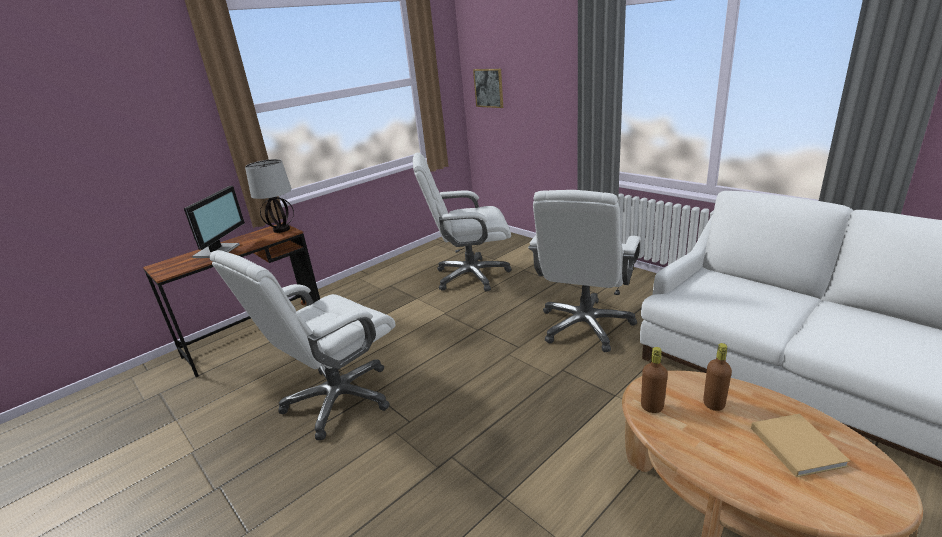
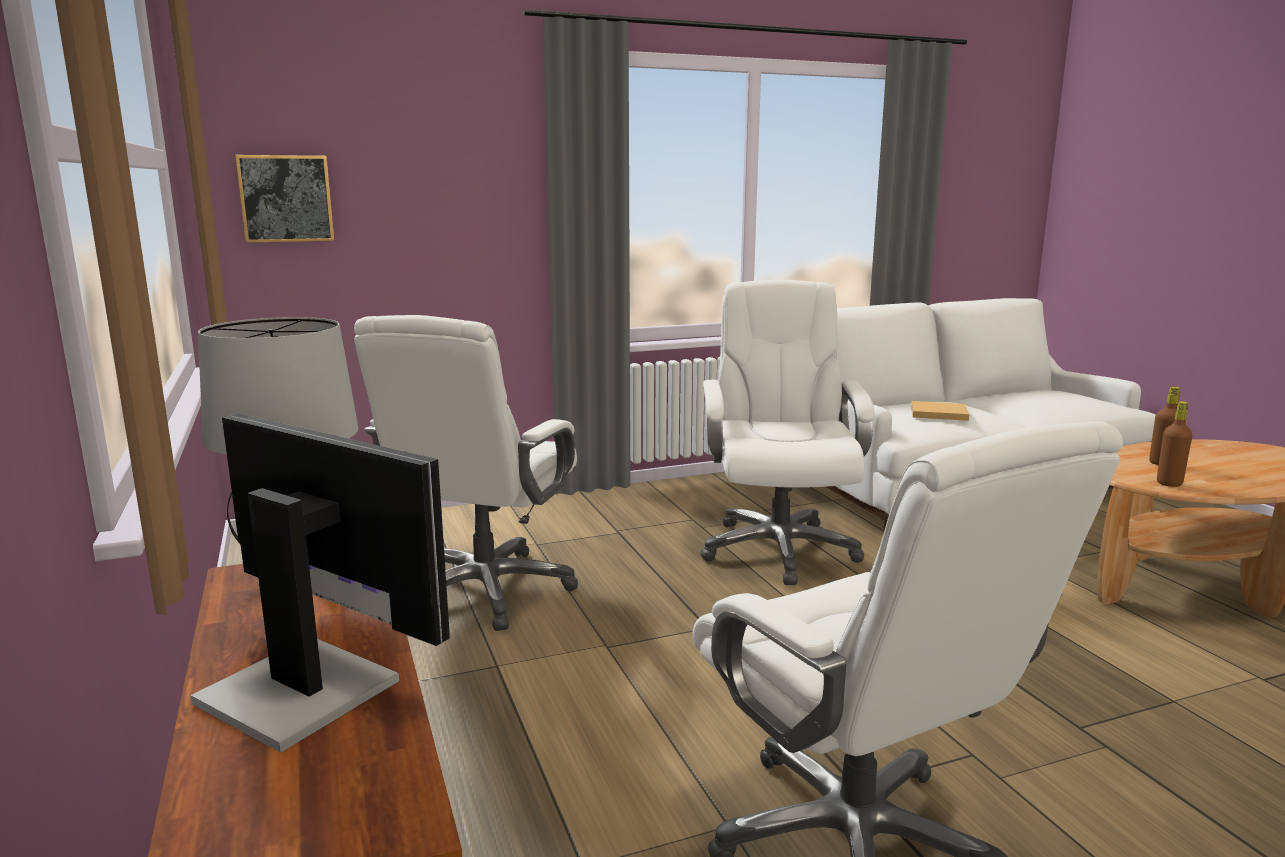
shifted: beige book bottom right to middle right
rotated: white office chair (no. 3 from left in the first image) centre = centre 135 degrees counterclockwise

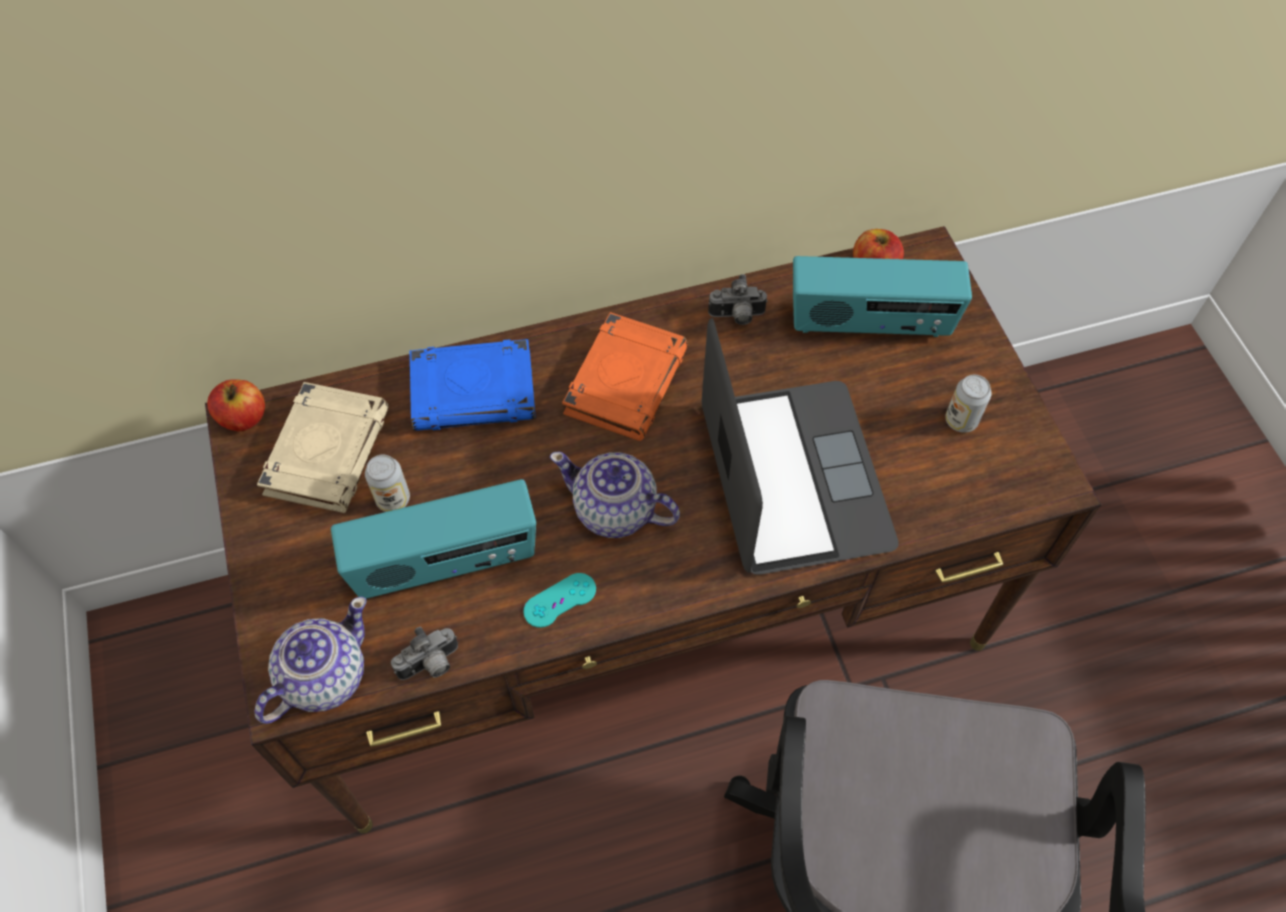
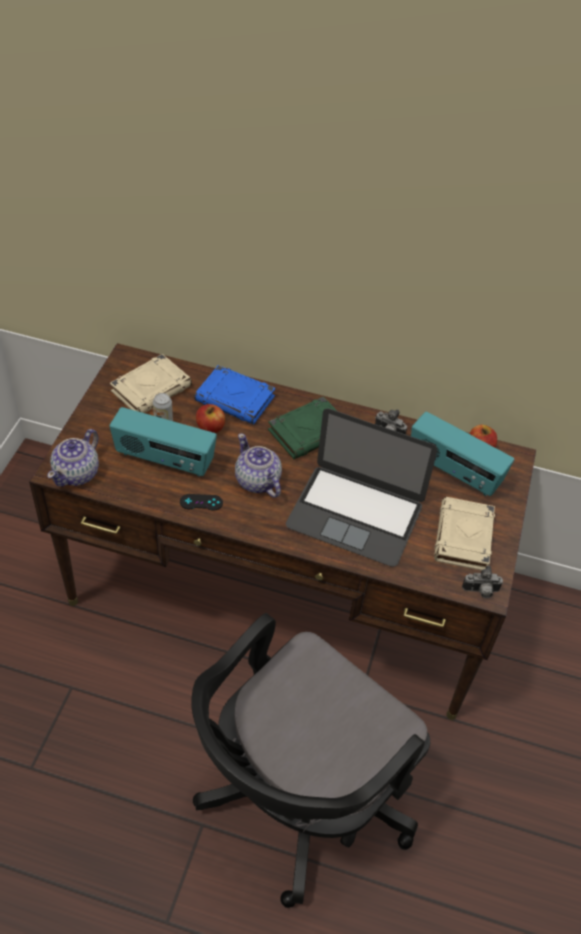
shifted: apple (no. 1 from left) middle left to centre; photo camera (no. 1 from left in the first image) bottom left to photo camera (no. 2 from left) middle right
swapped: can (no. 2 from left) middle right to beige book (no. 2 from left) middle right
repainted: turquoise game controller centre to black game controller centre; orange book centre to green book centre
rotated: teapot (no. 1 from left) bottom left = middle left 135 degrees clockwise; laptop centre = centre 90 degrees clockwise

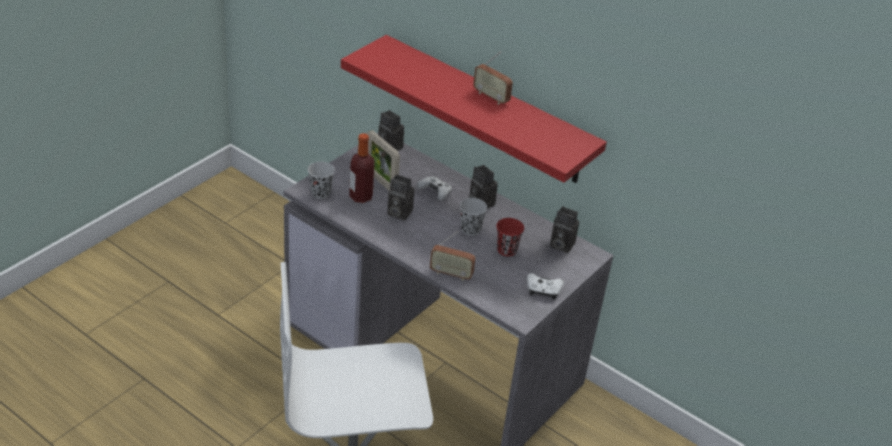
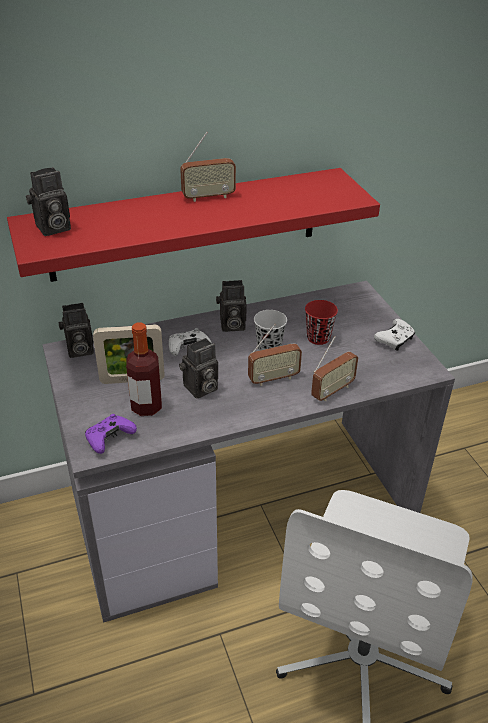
new: radio (no. 2 from left) centre
shifted: photo camera (no. 4 from left in the first image) centre to photo camera (no. 1 from left) top left
swapped: black cup (no. 1 from left) centre to purple game controller middle left

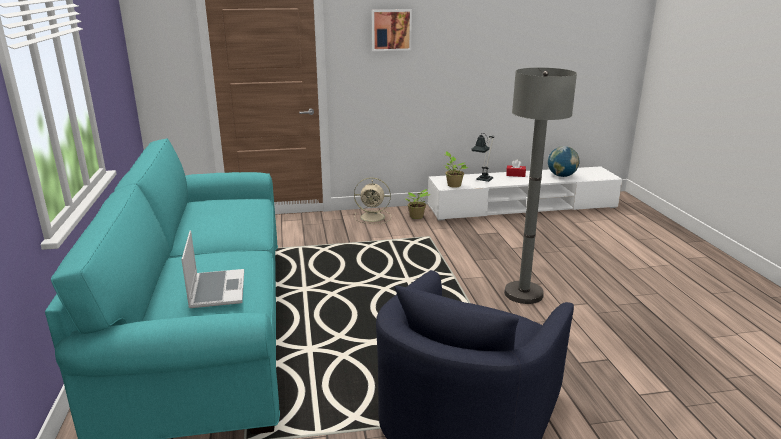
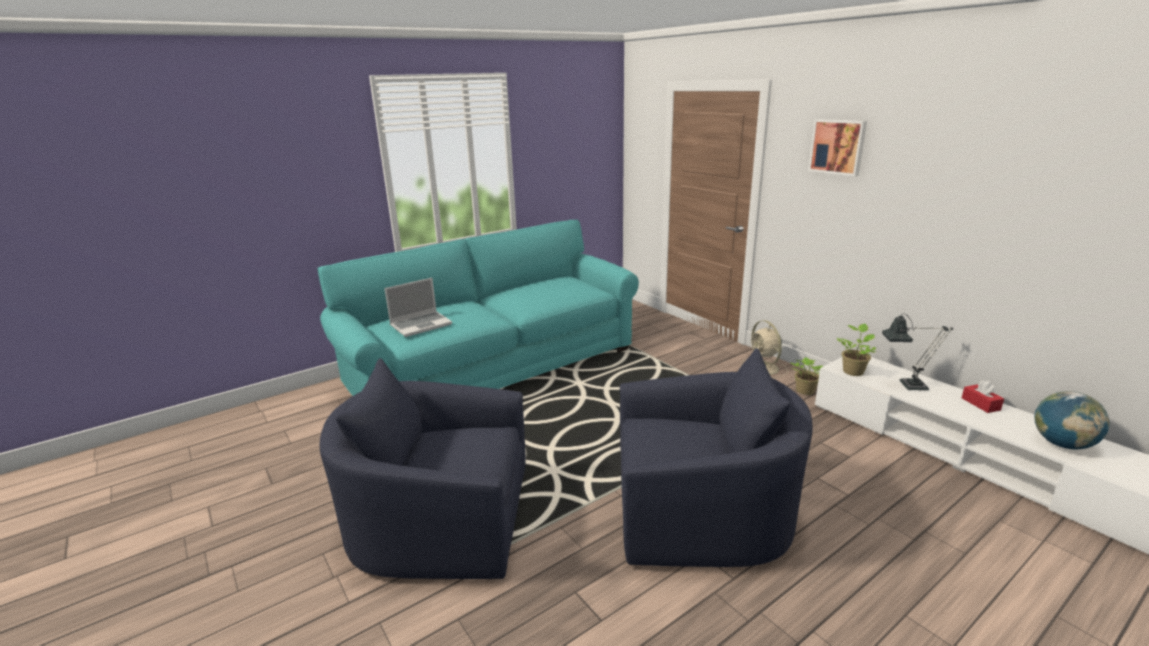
swapped: grey floor lamp middle right to blue armchair (no. 2 from left) bottom centre

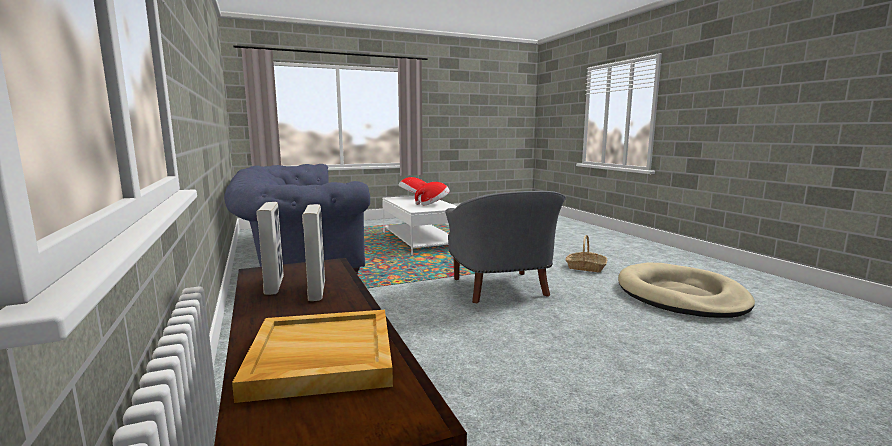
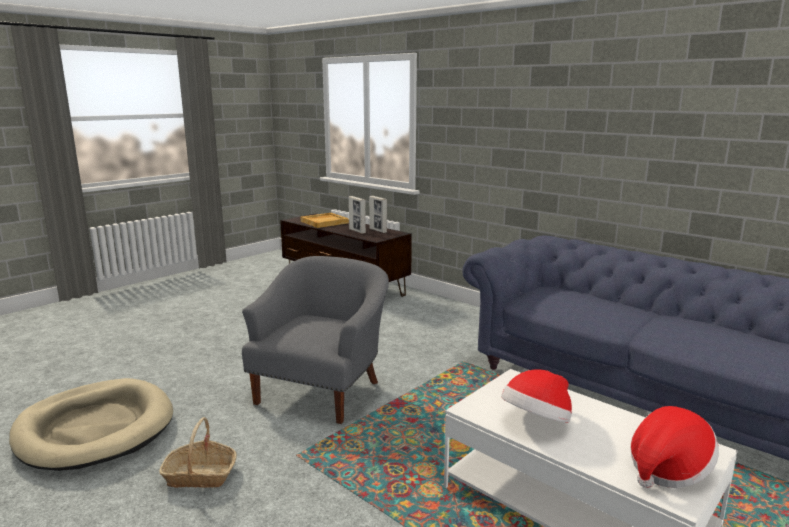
rotated: grey armchair centre = centre 60 degrees clockwise

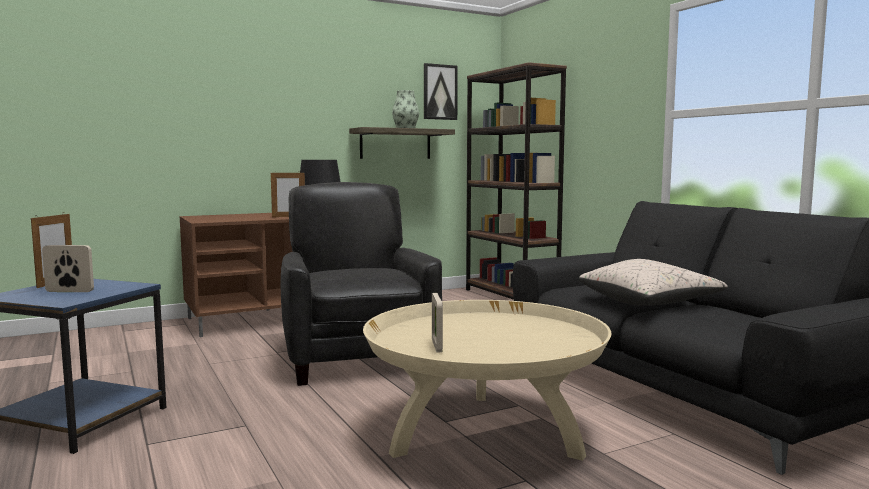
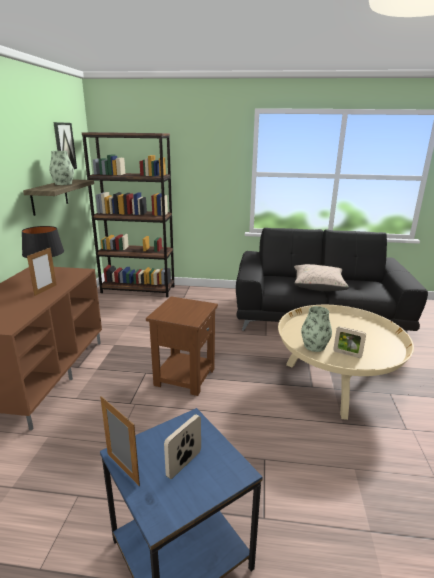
new: vase (no. 2 from left) middle right
swapped: black armchair centre to brown side table centre

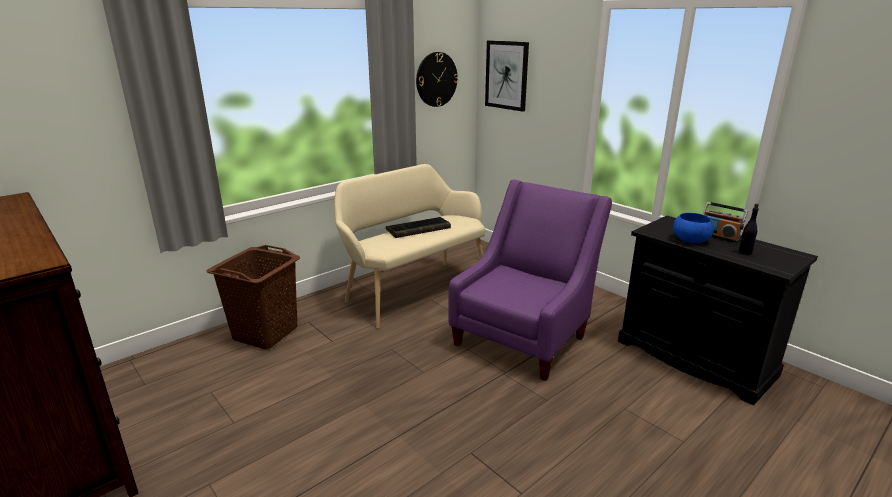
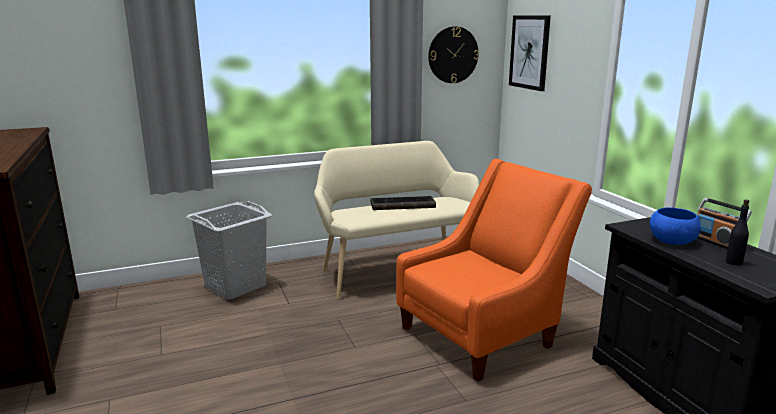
repainted: brown laundry basket middle left to grey laundry basket middle left; purple armchair centre to orange armchair centre

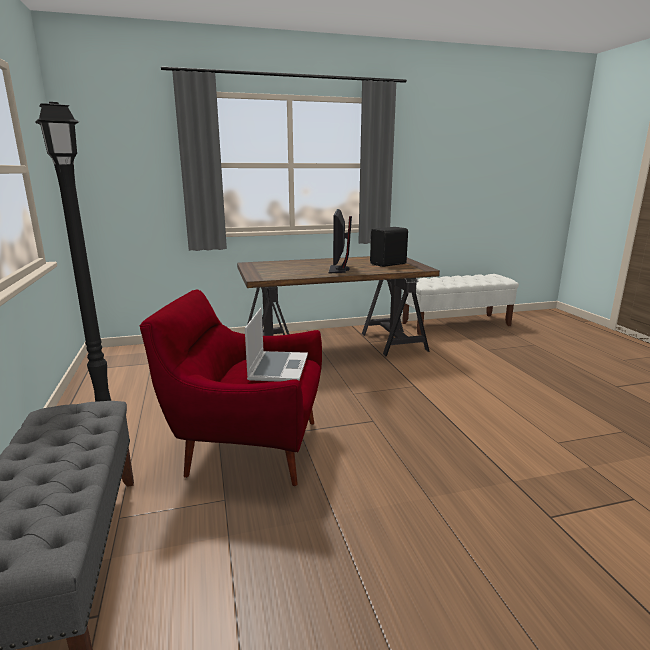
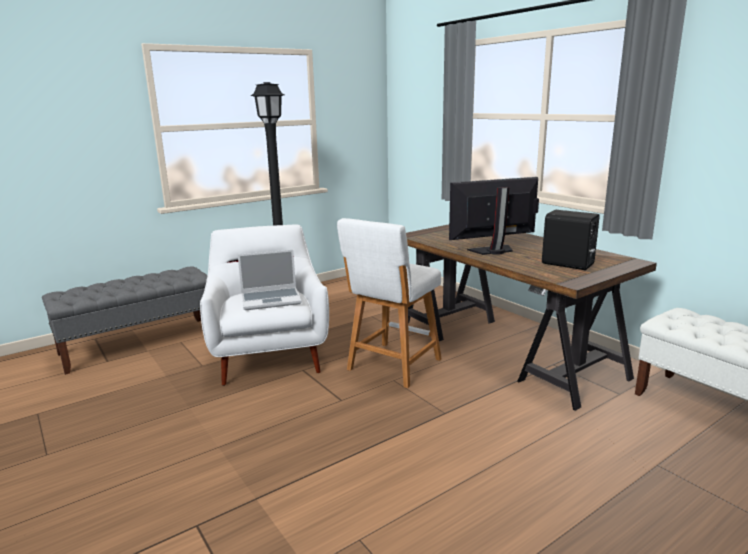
new: white stool centre
repainted: red armchair centre to white armchair centre

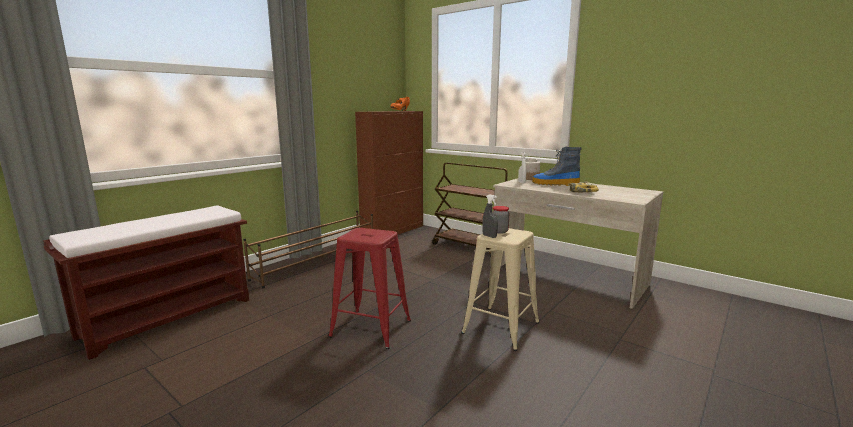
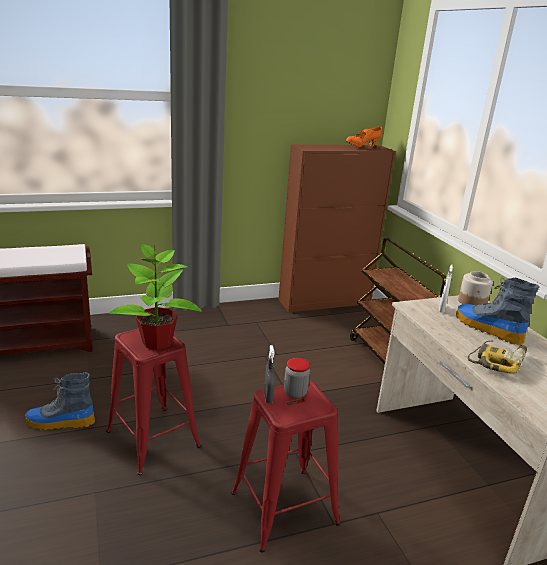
gone: brown shoe rack centre
new: boot (no. 1 from left) bottom left; potted plant middle left
repainted: beige stool bottom centre to red stool (no. 2 from left) bottom centre

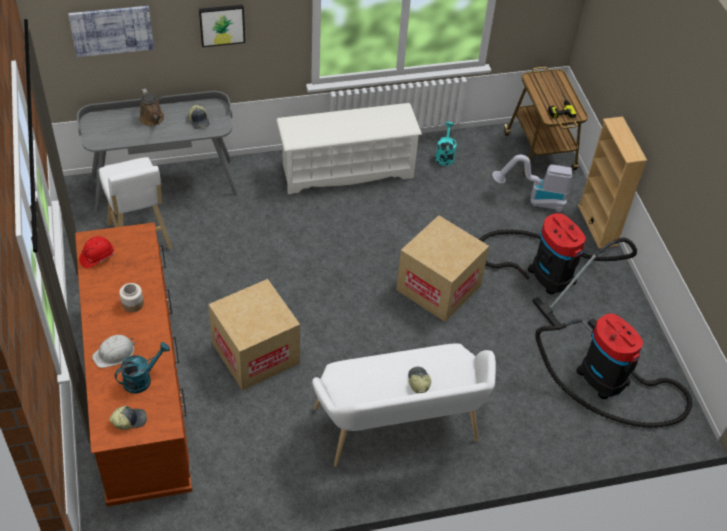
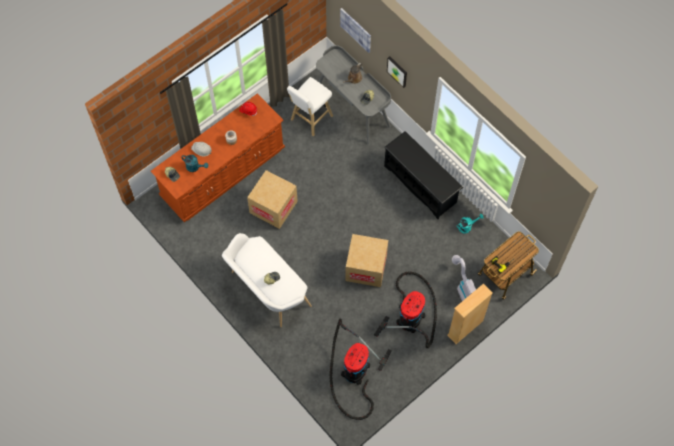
repainted: white shoe rack top centre to black shoe rack centre

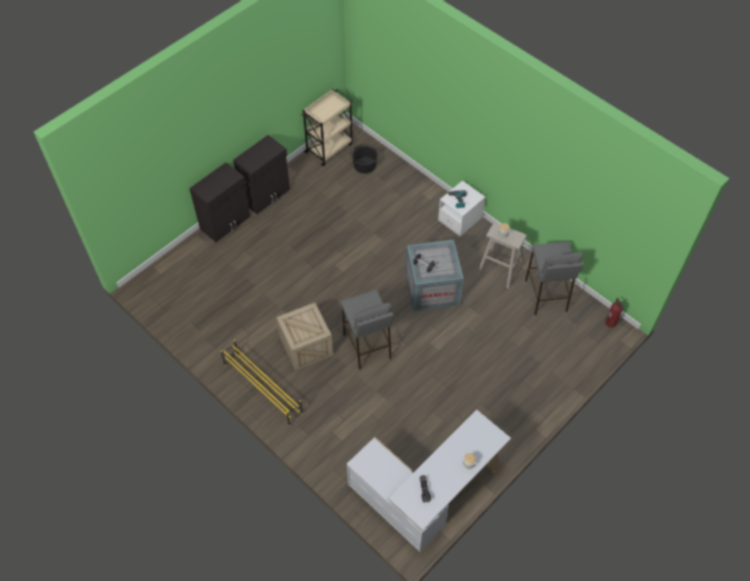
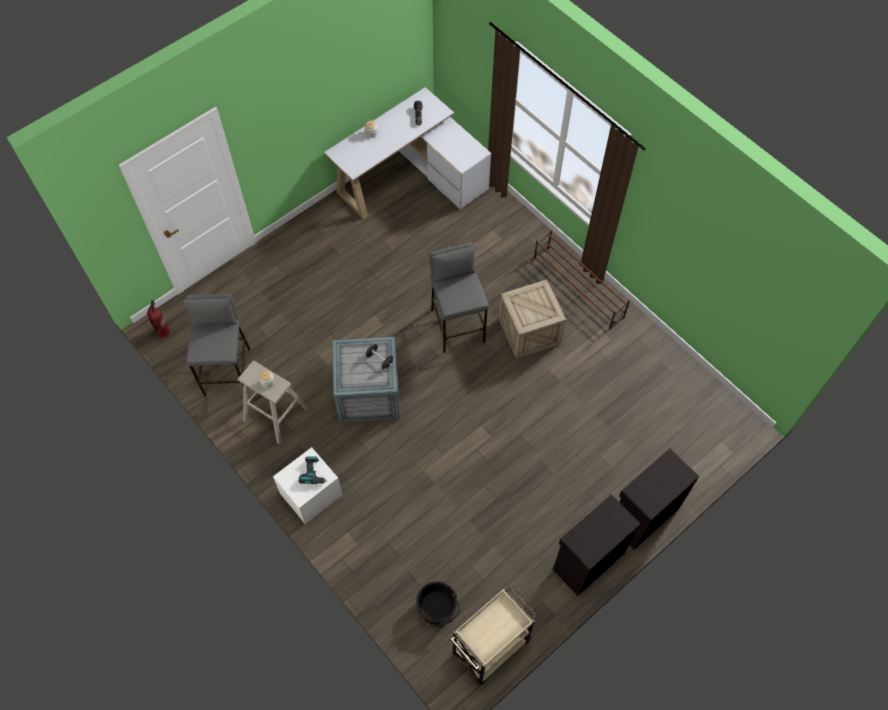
repainted: yellow shoe rack centre to brown shoe rack centre

